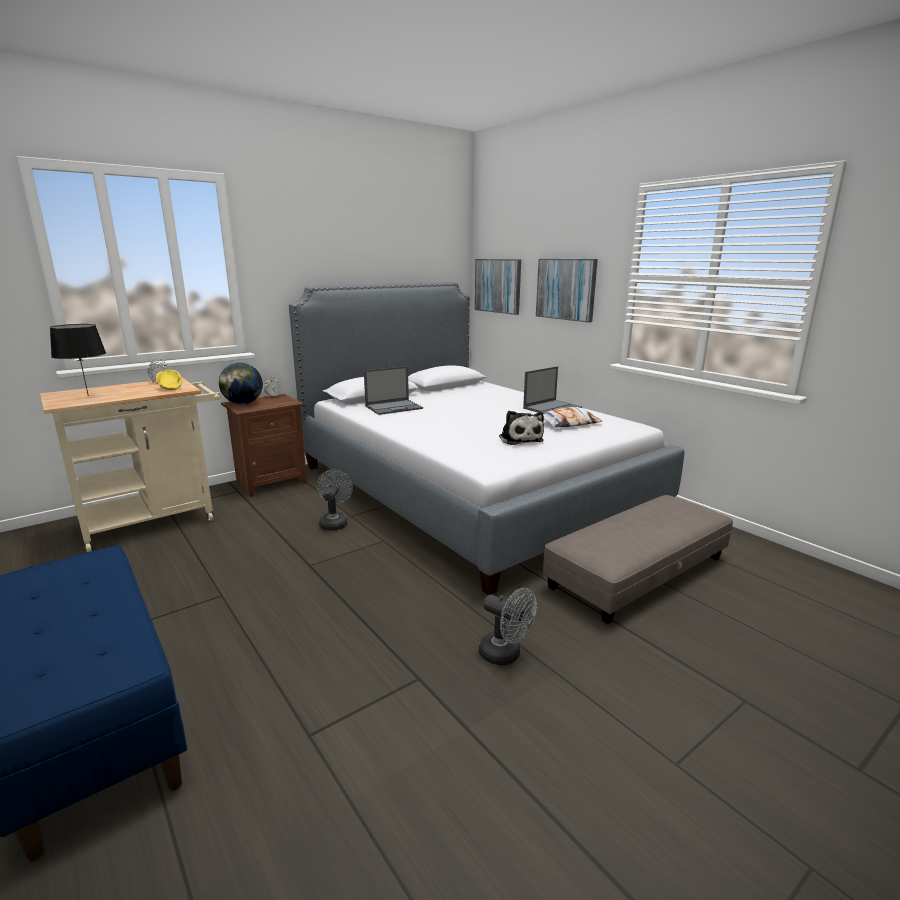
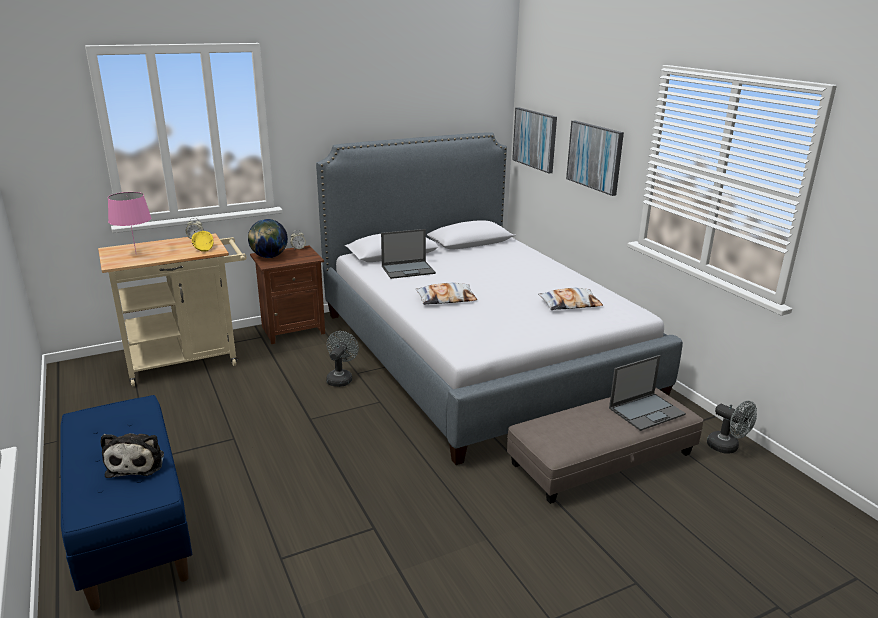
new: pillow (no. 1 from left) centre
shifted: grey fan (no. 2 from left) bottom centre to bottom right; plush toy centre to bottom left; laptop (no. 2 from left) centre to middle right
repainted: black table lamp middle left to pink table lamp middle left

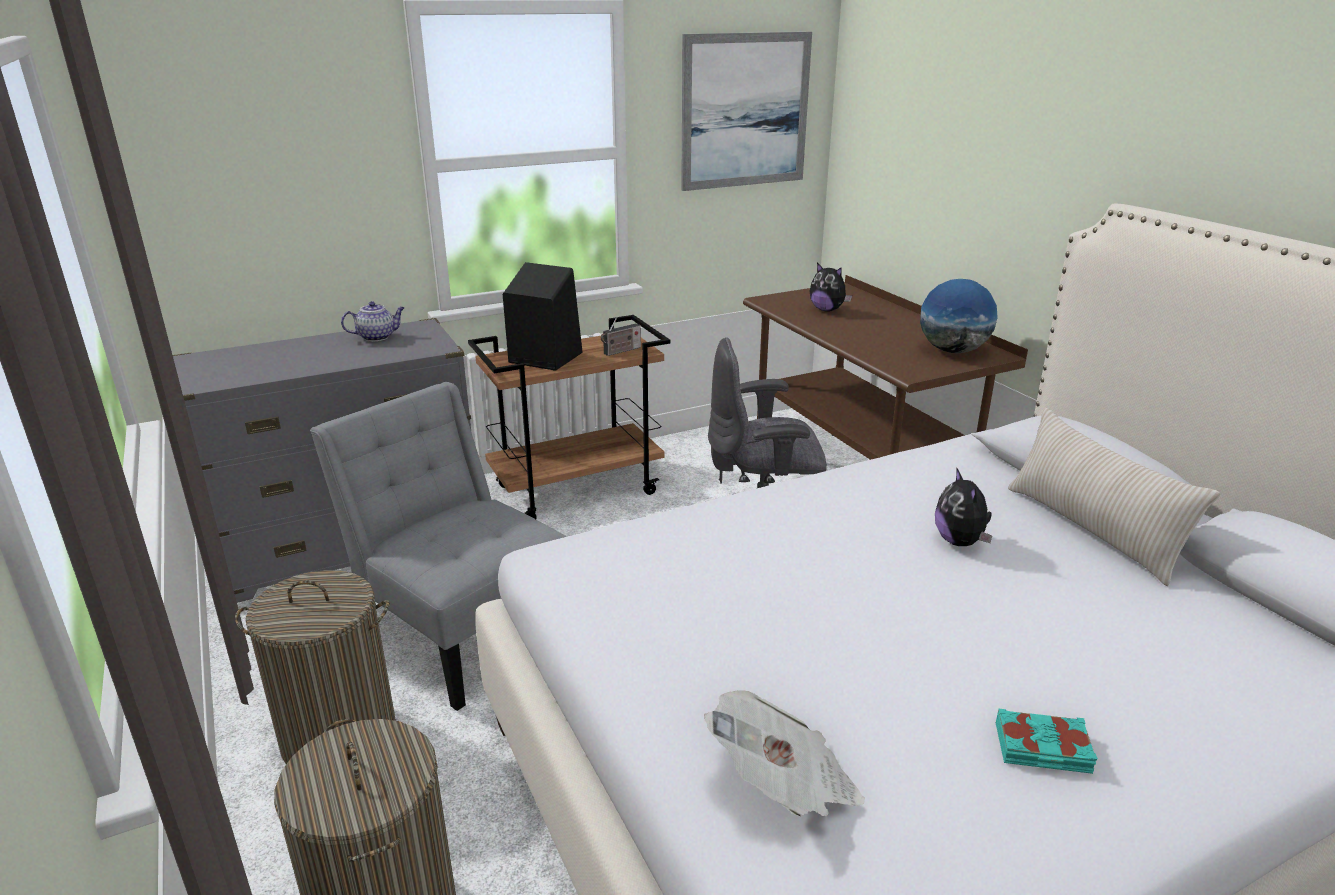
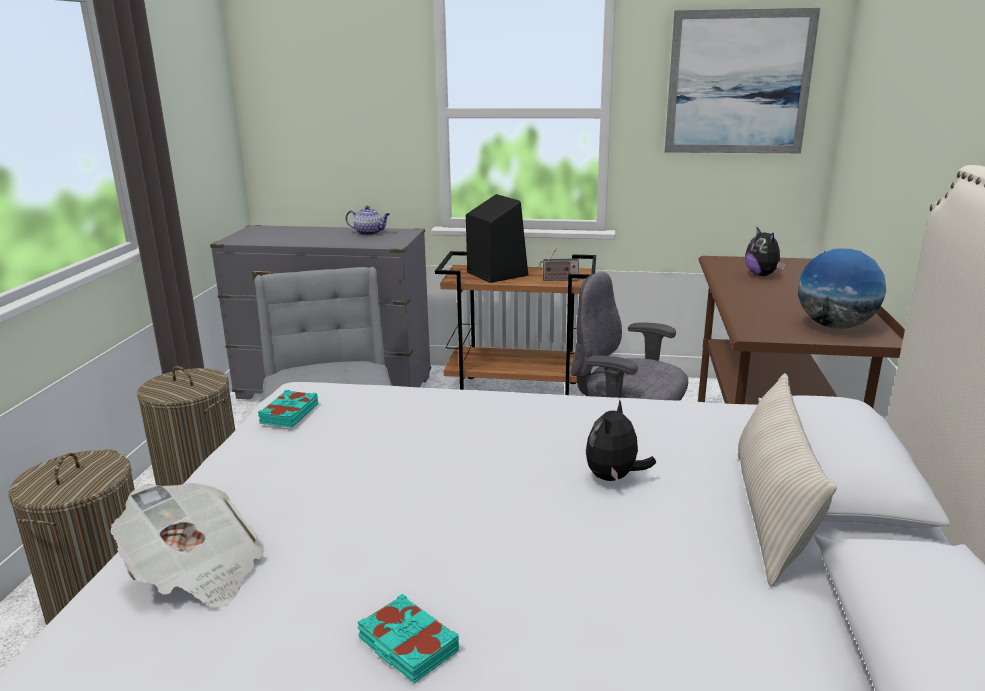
new: turquoise book (no. 1 from left) middle left

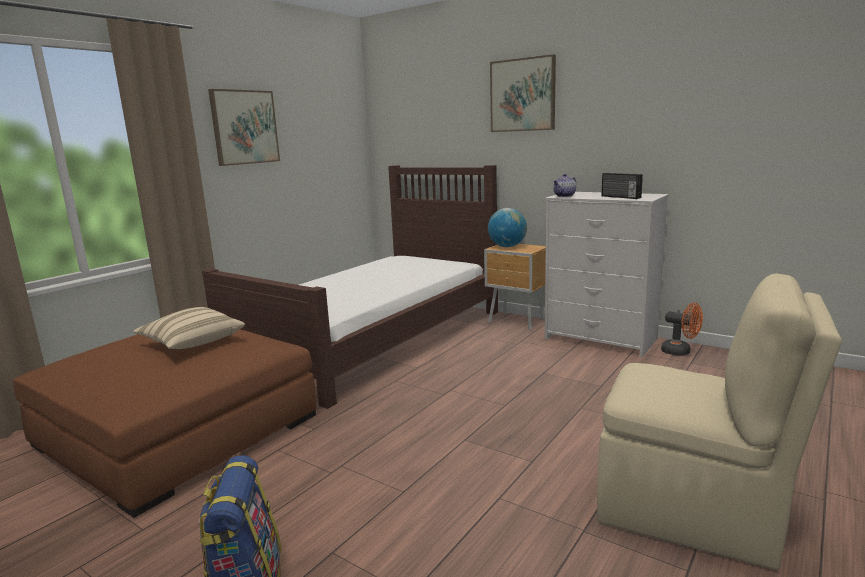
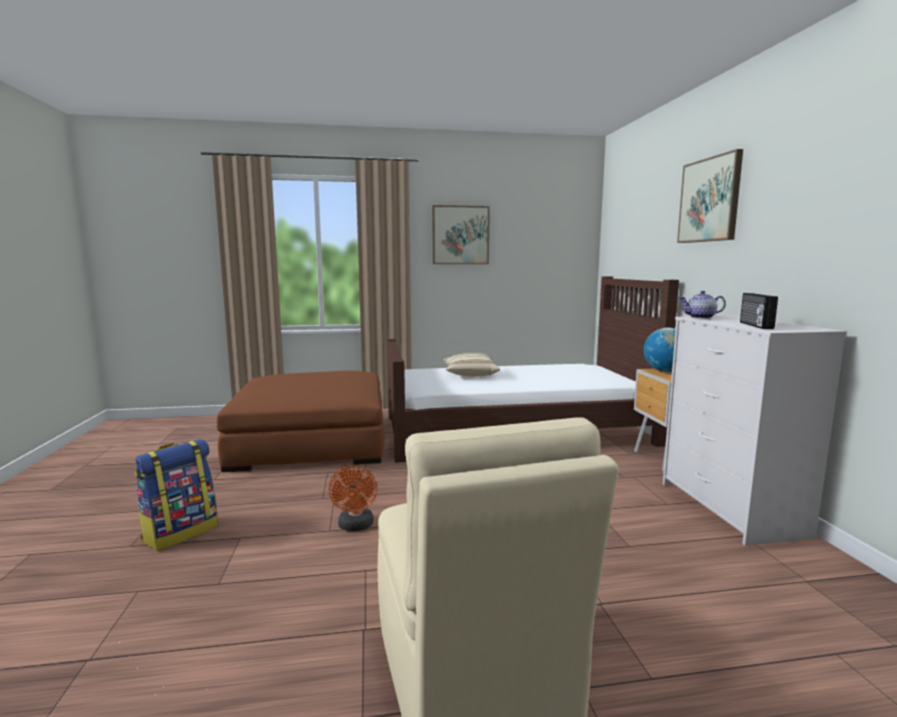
shifted: beige pillow middle left to centre; orange fan middle right to bottom centre

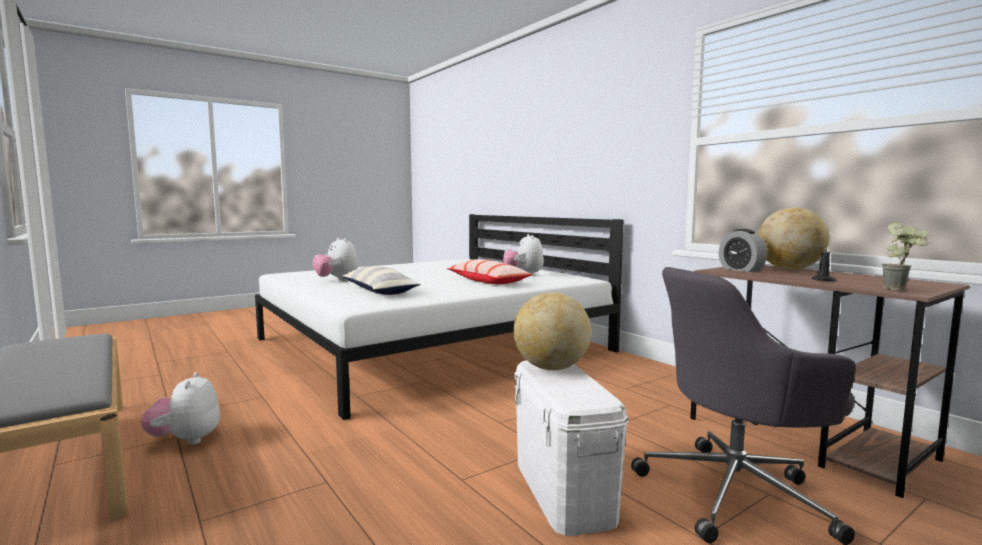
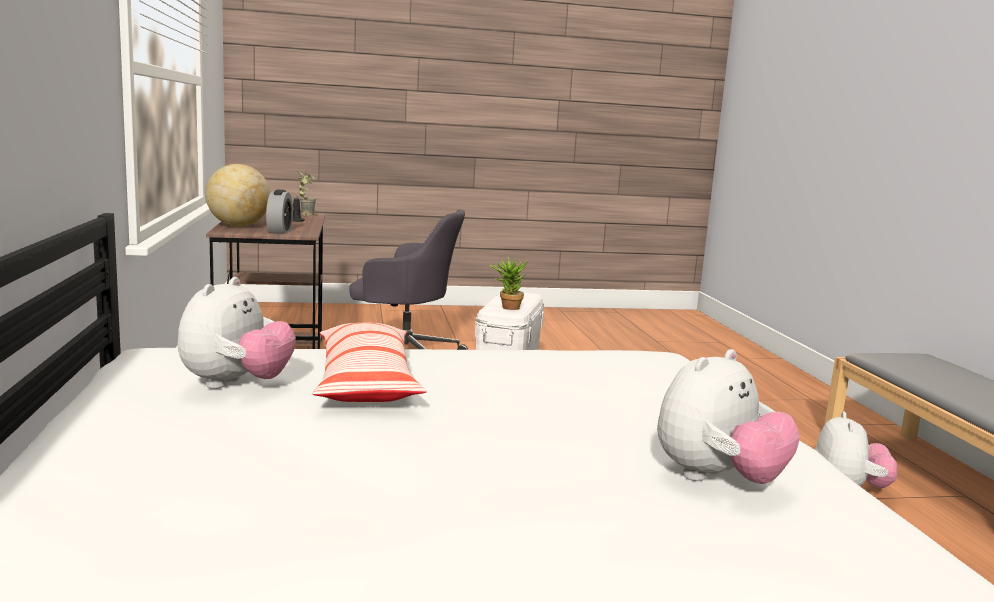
gone: pillow (no. 1 from left) centre
swapped: globe (no. 1 from left) centre to potted plant (no. 2 from left) centre
rotated: plush toy (no. 2 from left) centre = bottom right 60 degrees clockwise

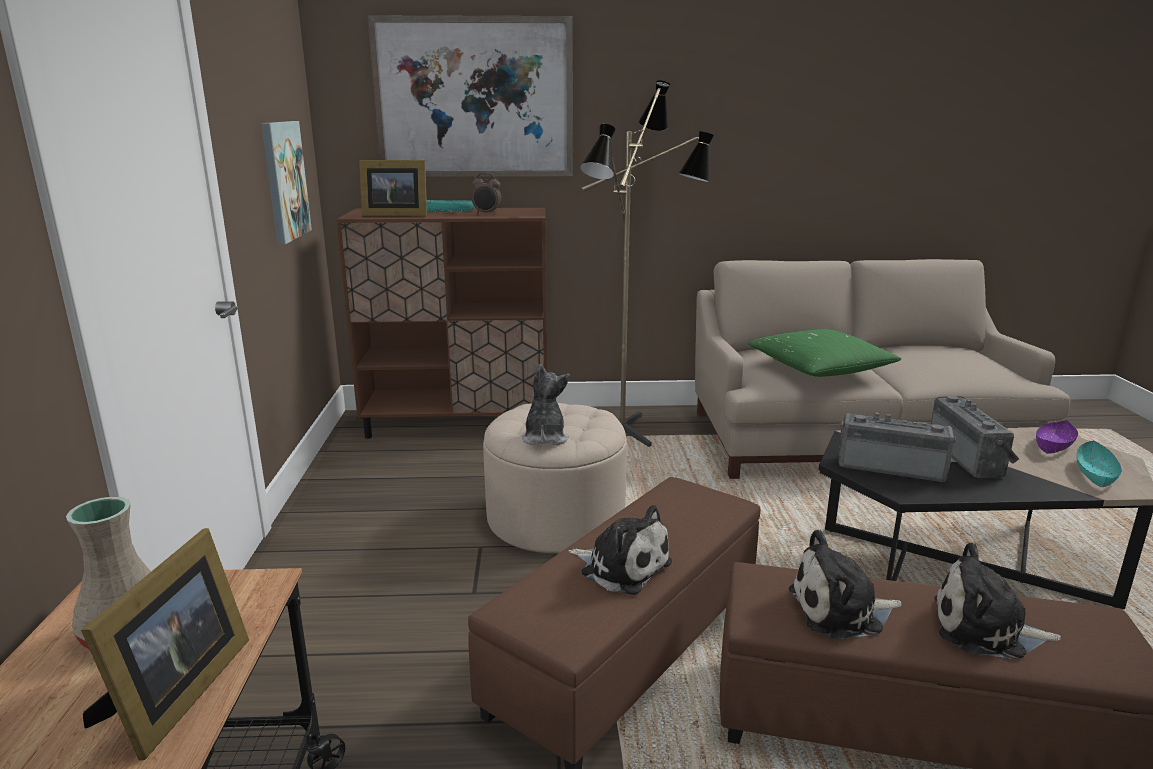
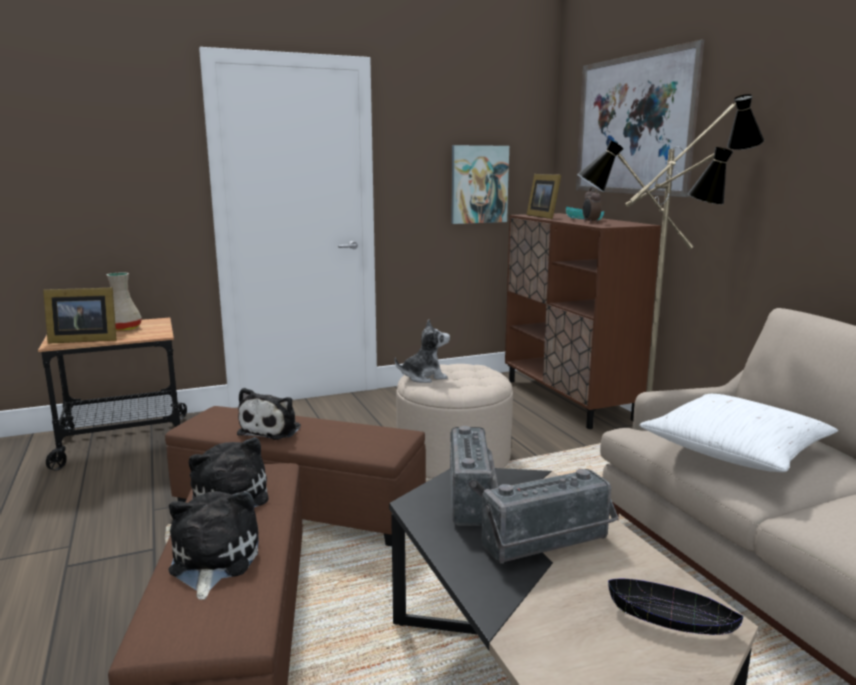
gone: turquoise bowl (no. 2 from left) middle right
repainted: green pillow middle right to white pillow middle right; purple bowl middle right to black bowl bottom right

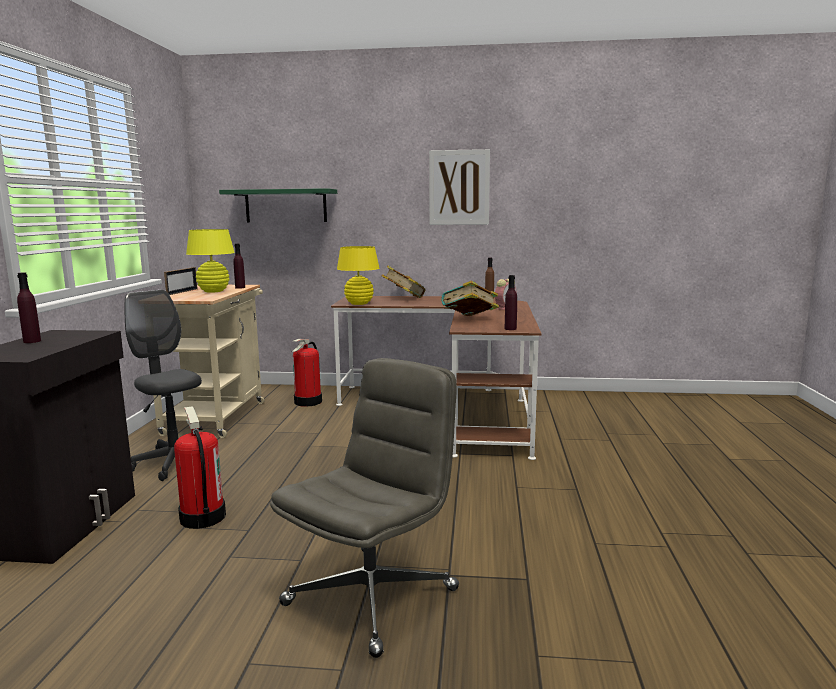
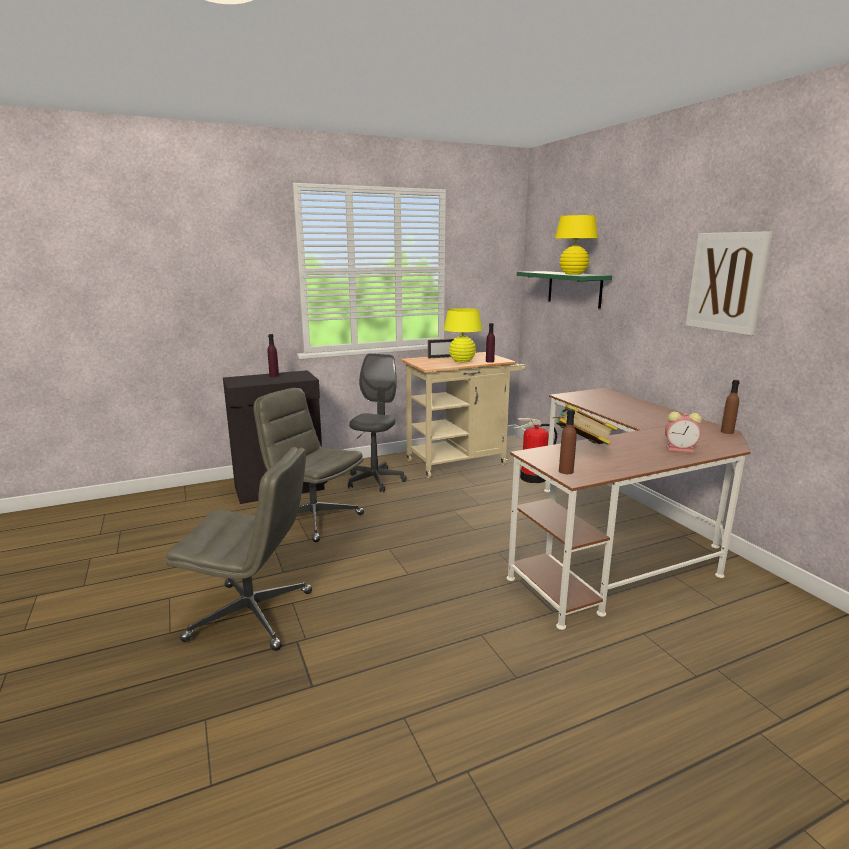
gone: book (no. 1 from left) centre
shifted: yellow table lamp (no. 2 from left) centre to top right
swapped: fire extinguisher (no. 1 from left) bottom left to grey office chair (no. 2 from left) centre
repainted: purple bottle (no. 3 from left) centre to brown bottle (no. 1 from left) middle right

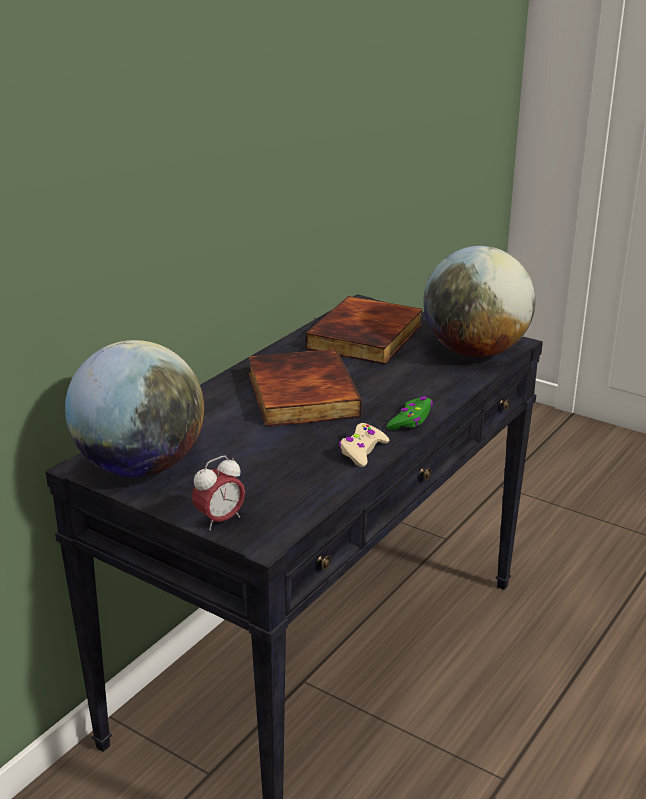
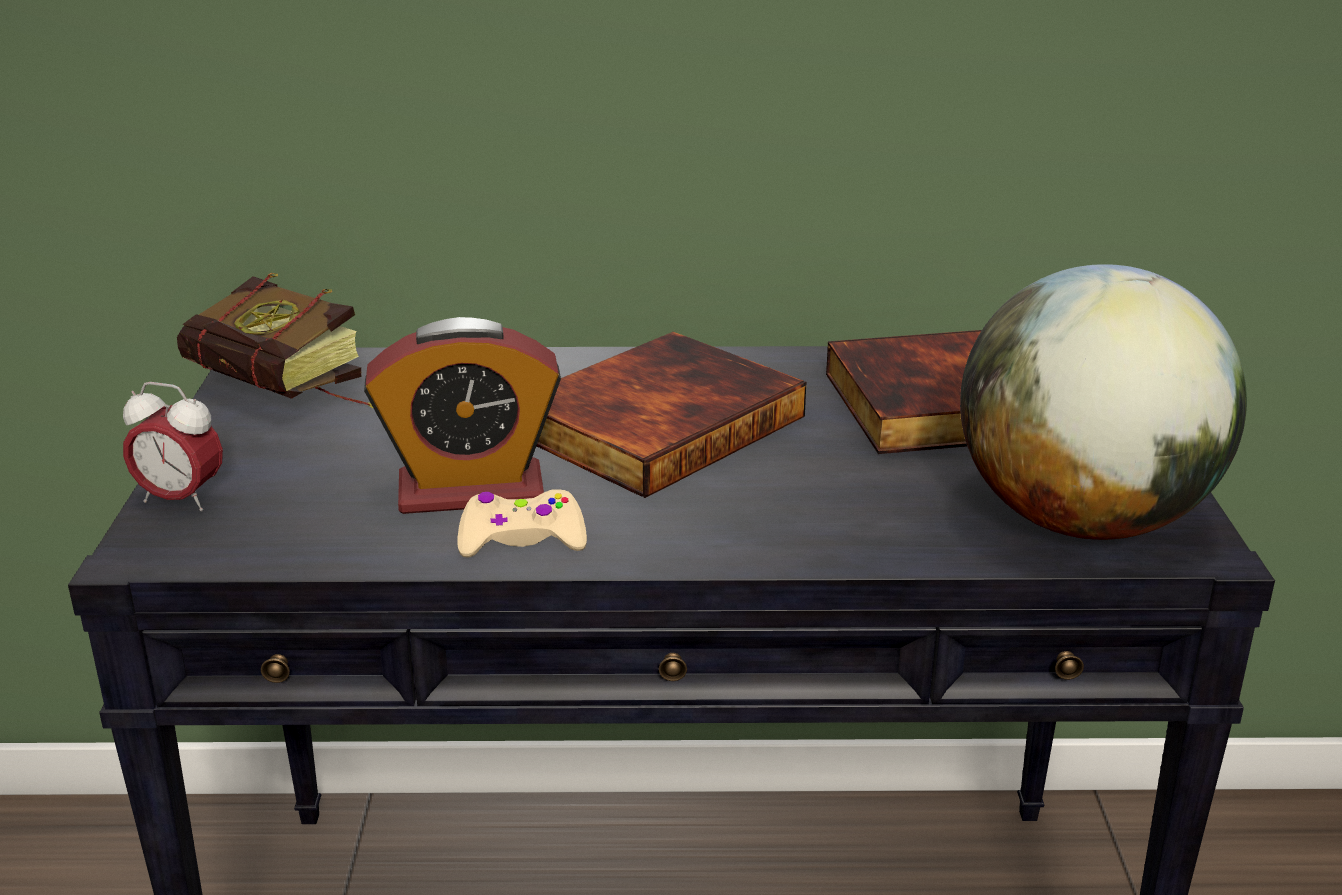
gone: green game controller centre
new: alarm clock (no. 2 from left) centre
swapped: globe (no. 1 from left) middle left to book (no. 1 from left) middle left

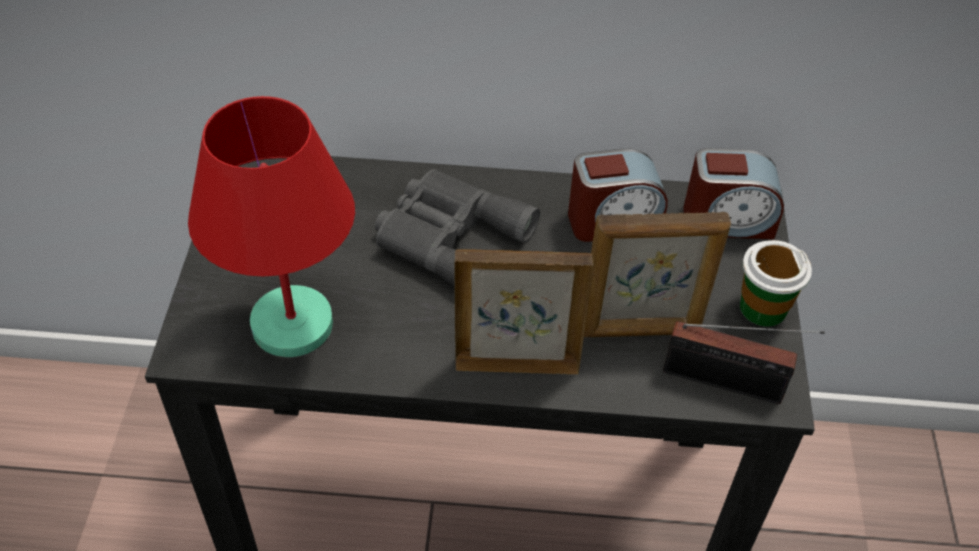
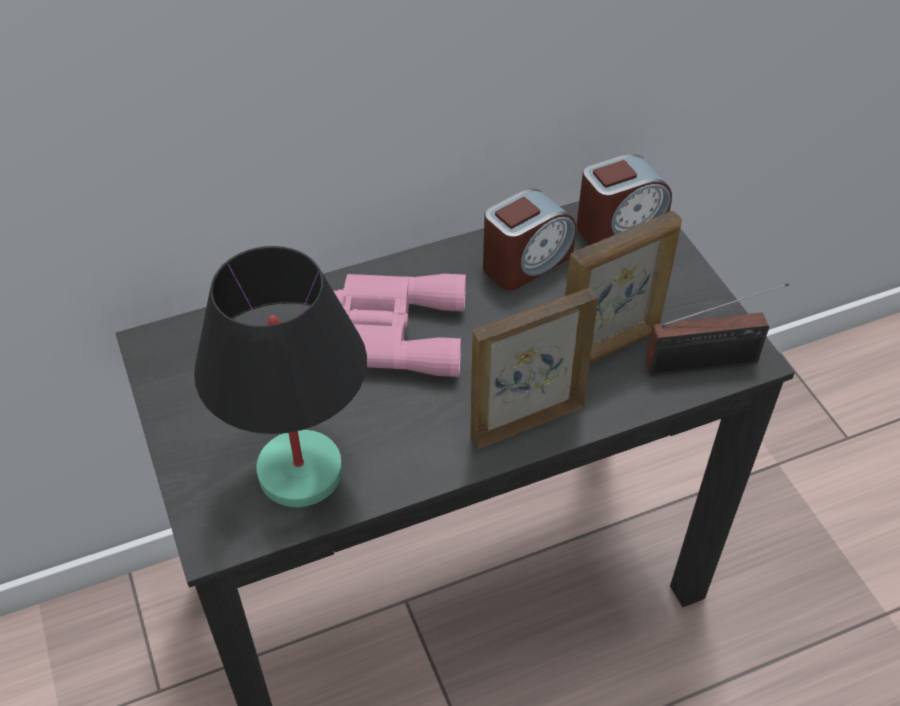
gone: cup middle right
repainted: red table lamp middle left to black table lamp middle left; grey binoculars centre to pink binoculars centre

